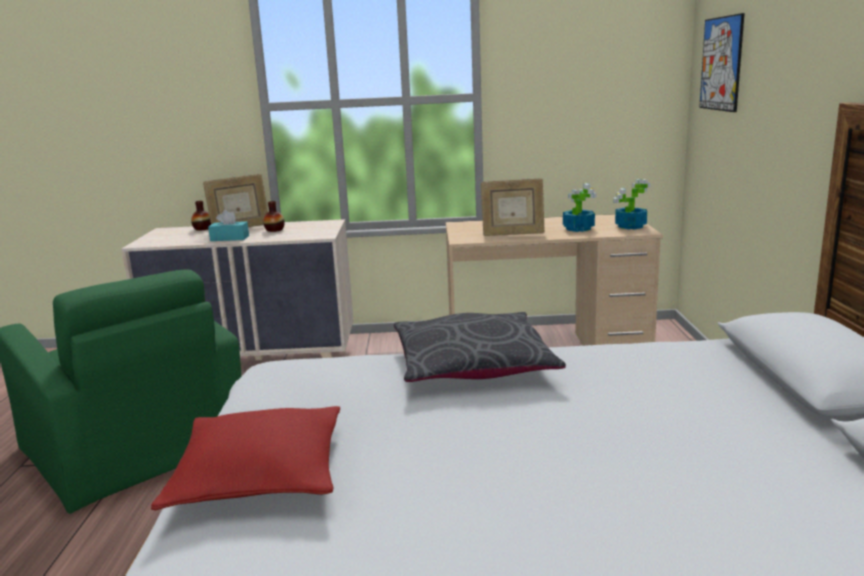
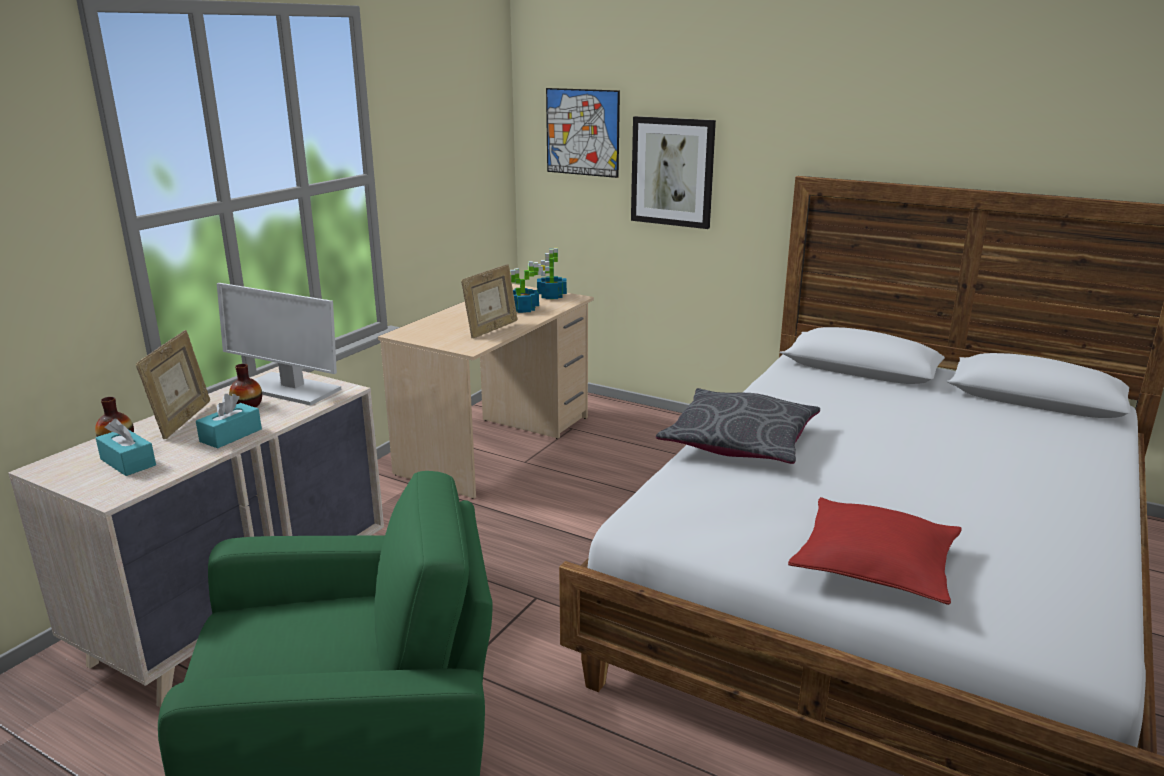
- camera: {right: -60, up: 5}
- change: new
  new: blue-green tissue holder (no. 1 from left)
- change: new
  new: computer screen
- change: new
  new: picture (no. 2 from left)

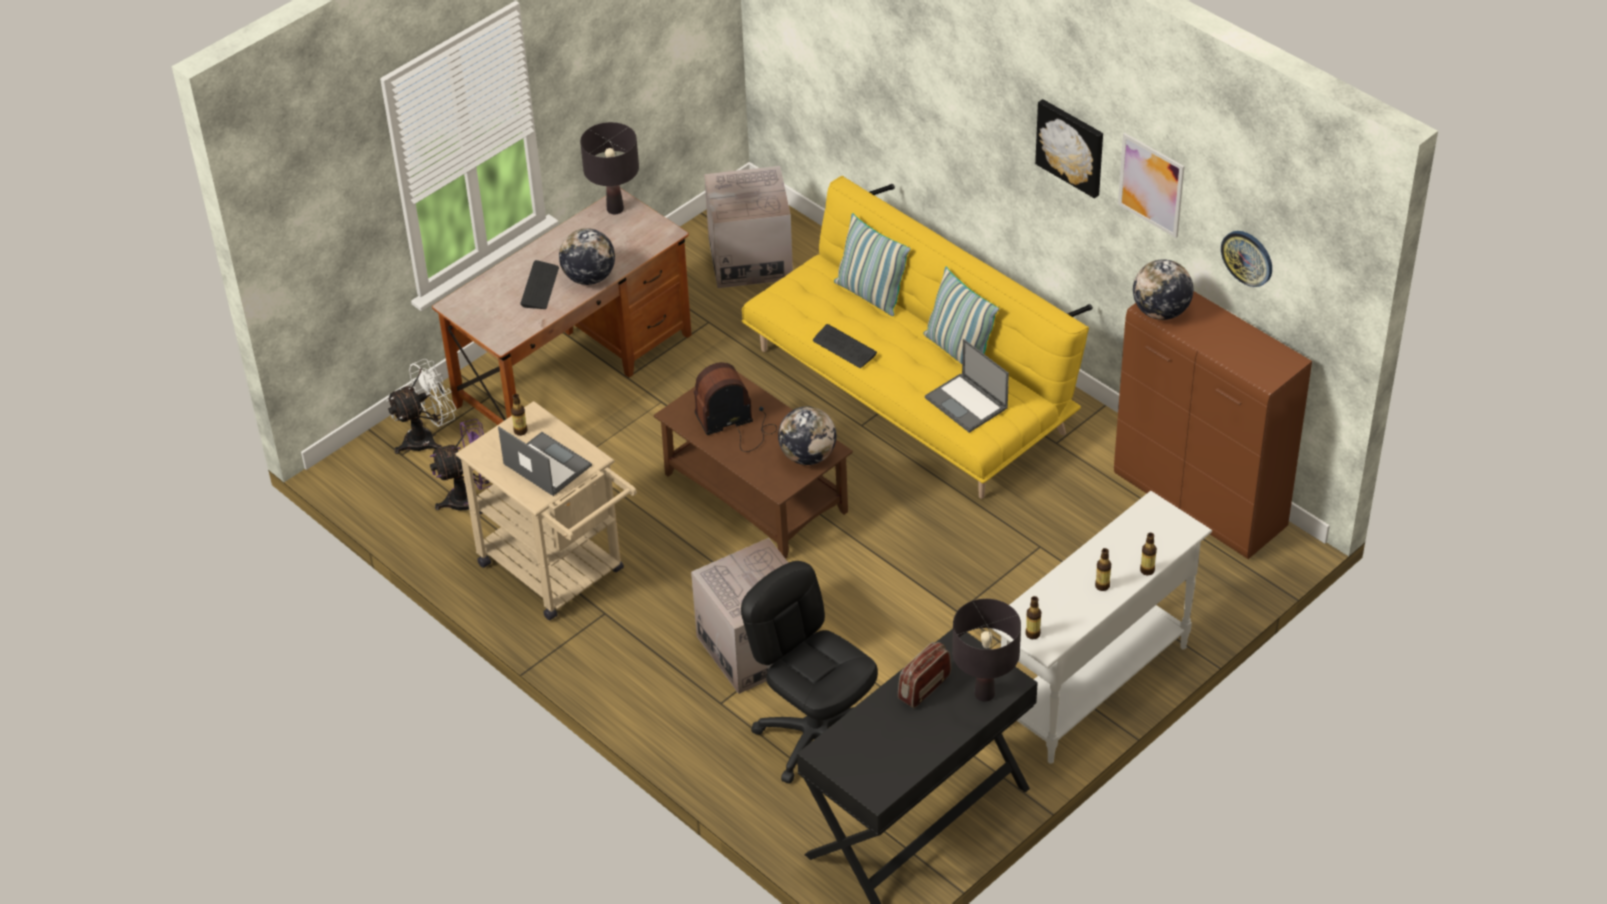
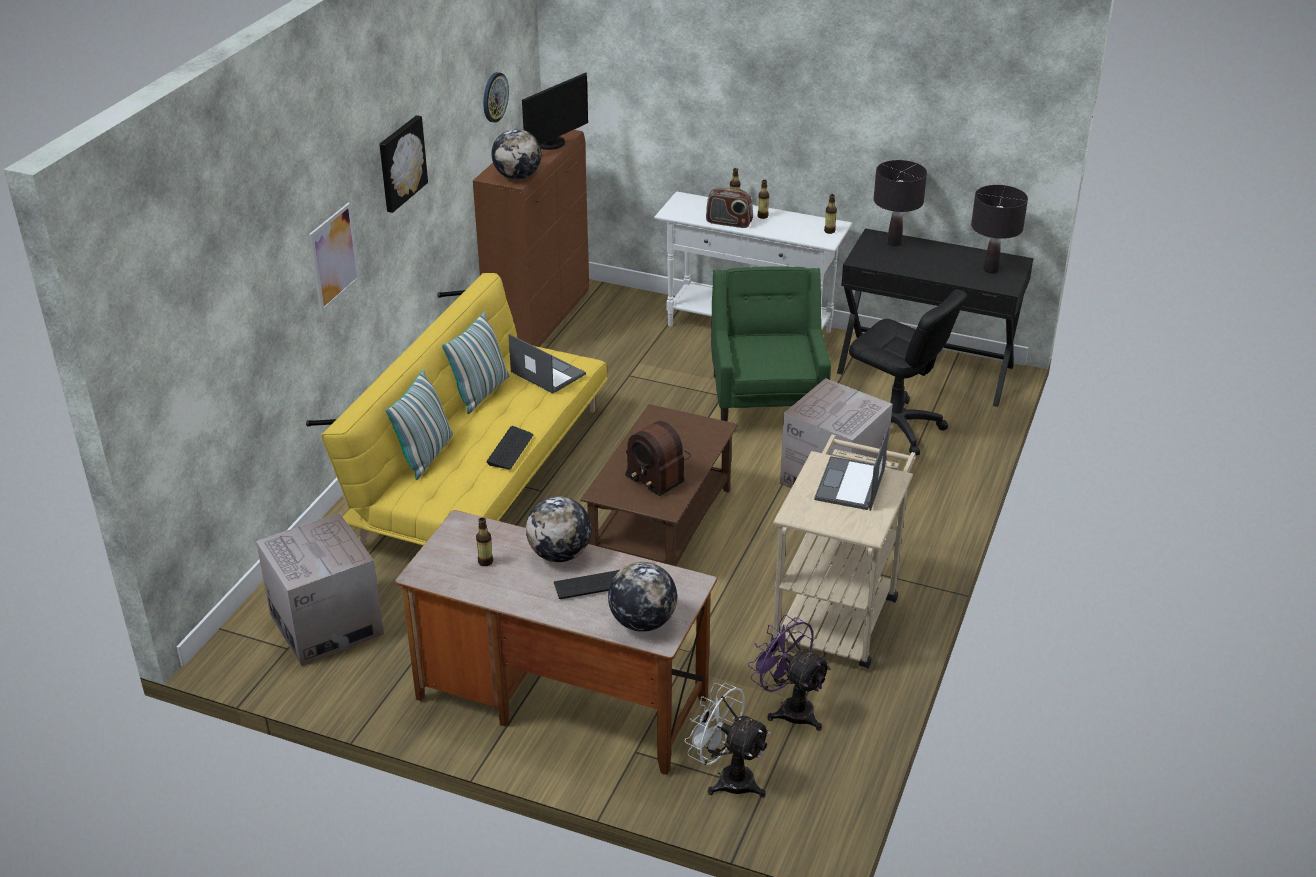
- camera: {right: -115, up: -10}
- change: shifted
  old: bottle (no. 1 from left)
- change: shifted
  old: black-coloured tabletop lamp (no. 1 from left in the first image)
  new: black-coloured tabletop lamp (no. 2 from left)
- change: rotated
  old: black-coloured desk chair
  degrees: -75
- change: shifted
  old: globe (no. 2 from left in the first image)
  new: globe (no. 3 from left)
- change: shifted
  old: radio set (no. 2 from left)
- change: rotated
  old: portable computer (no. 2 from left in the first image)
  degrees: -75
- change: shifted
  old: picture (no. 2 from left in the first image)
  new: picture (no. 1 from left)
- change: new
  new: computer screen
- change: new
  new: green easy chair

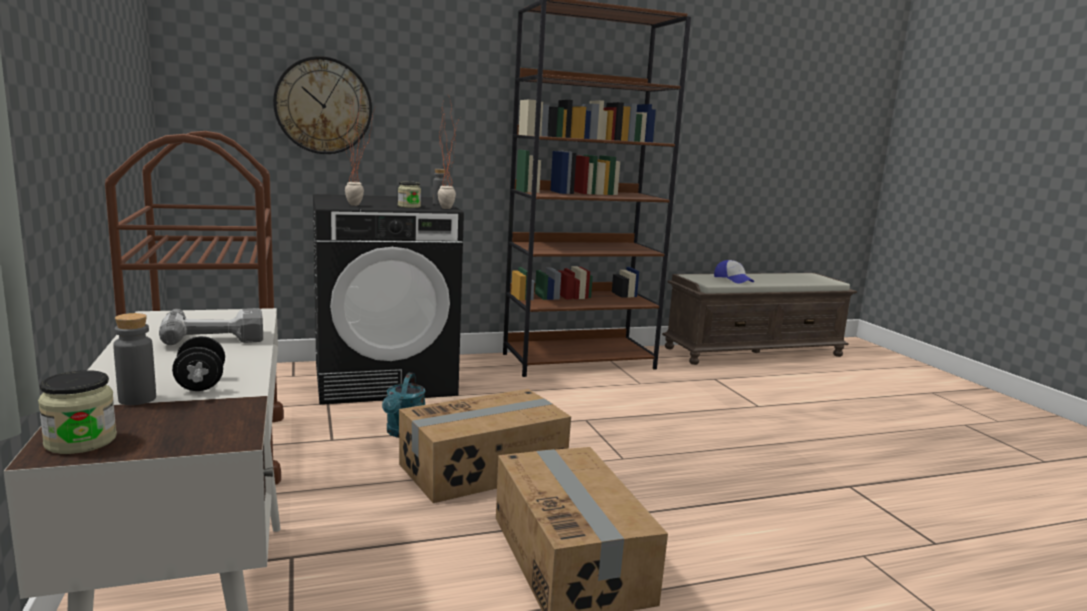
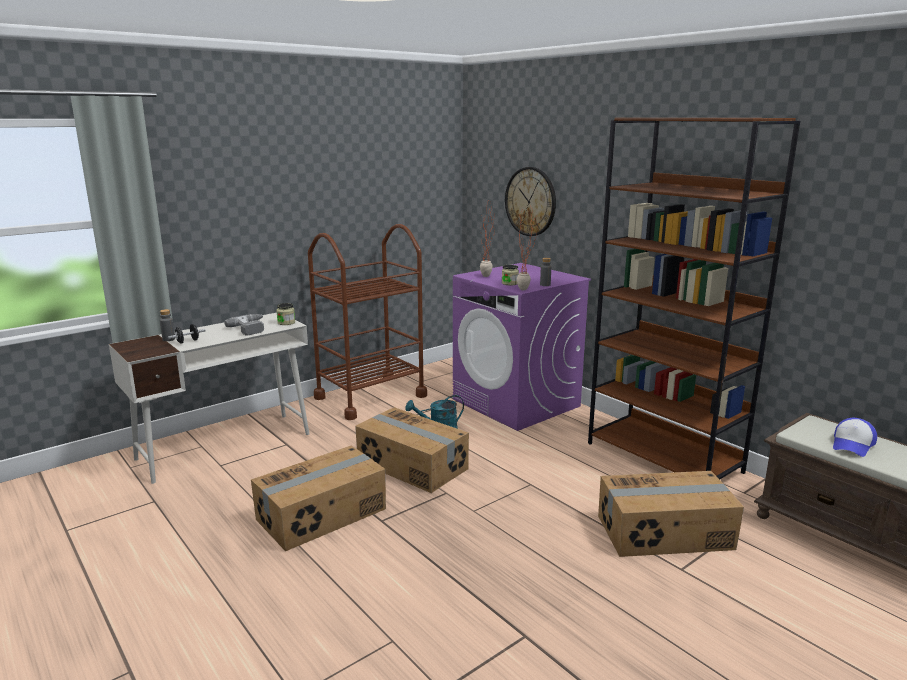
- camera: {right: 70, up: 5}
- change: shifted
  old: storage jar (no. 1 from left)
- change: repainted
  old: black-coloured laundry appliance
  new: purple laundry appliance
- change: new
  new: cardboard box (no. 3 from left)

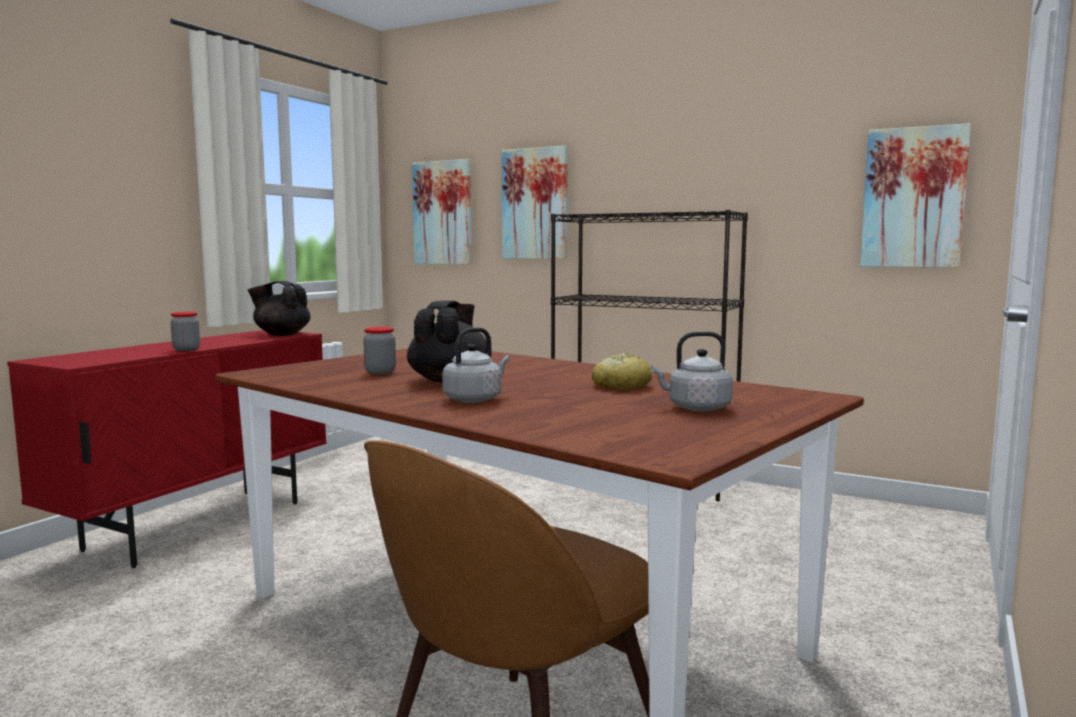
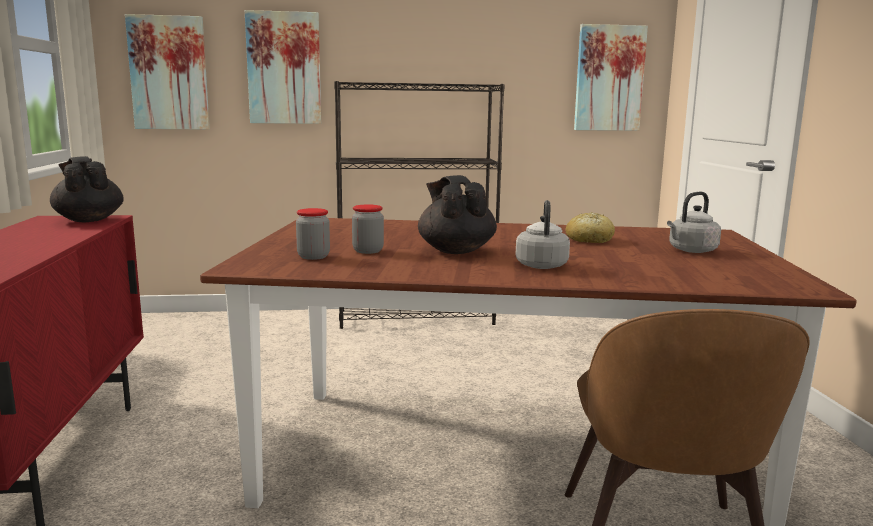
- camera: {right: -35, up: 5}
- change: shifted
  old: storage jar (no. 1 from left)
- change: rotated
  old: black-coloured tea pot (no. 1 from left)
  degrees: 75

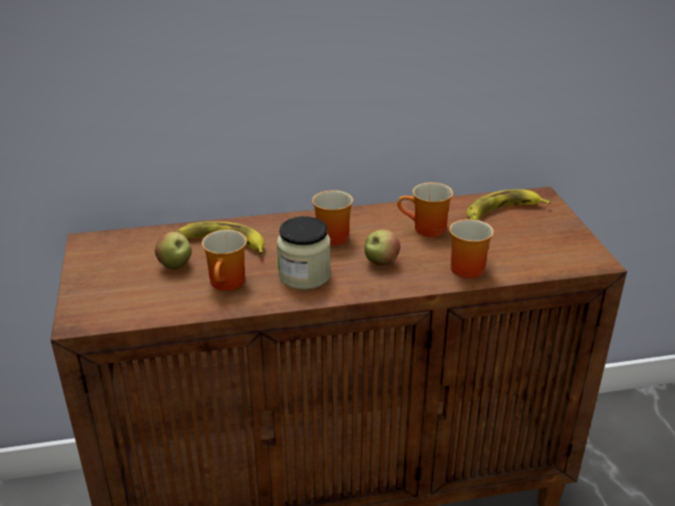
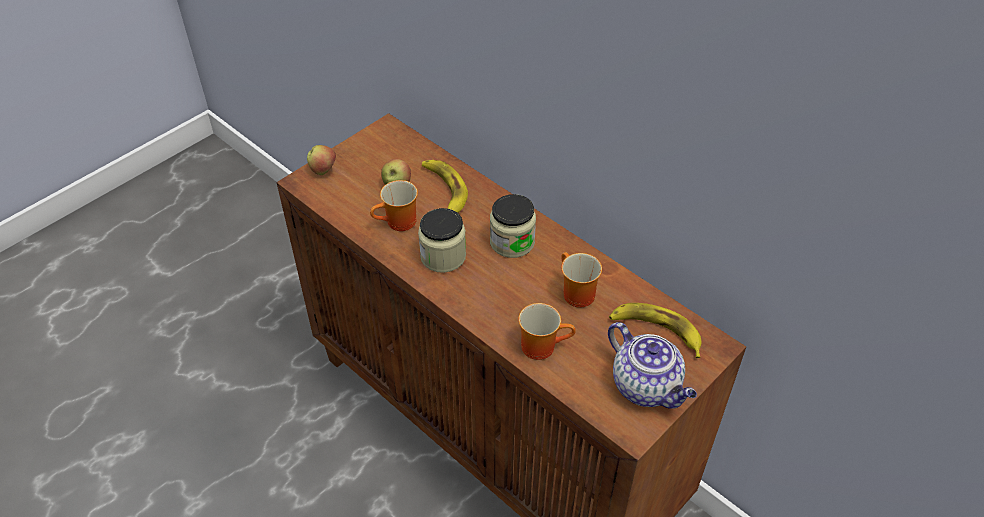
- camera: {right: 55, up: 15}
- change: swapped
  old: mug (no. 2 from left)
  new: storage jar (no. 2 from left)
- change: shifted
  old: apple (no. 2 from left in the first image)
  new: apple (no. 1 from left)
- change: new
  new: tea pot

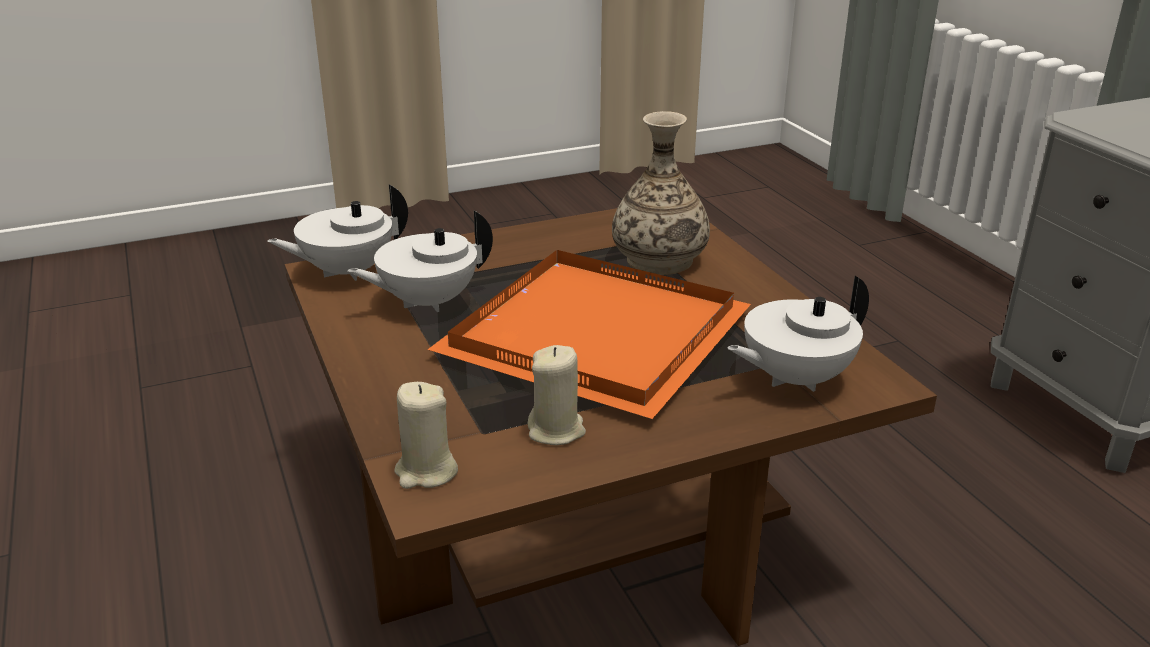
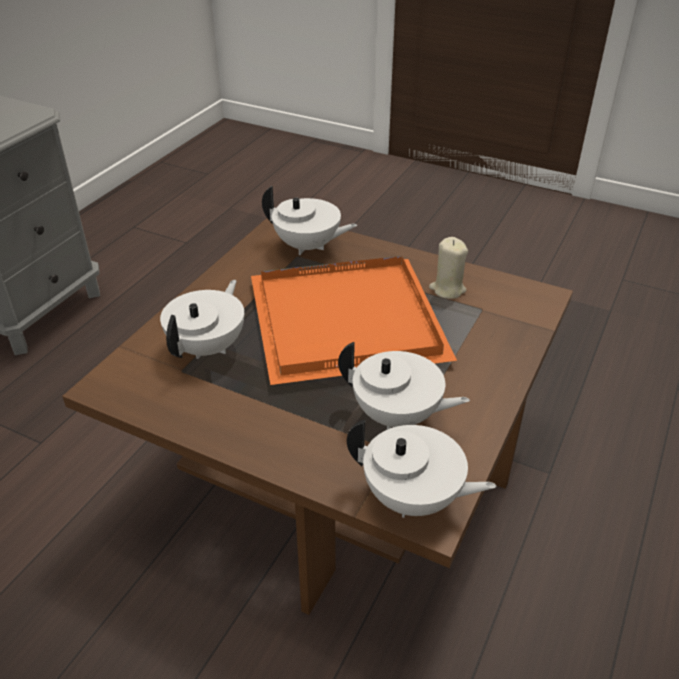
- camera: {right: -130, up: 10}
- change: gone
  old: sand-coloured candle (no. 1 from left)
- change: swapped
  old: flower vase
  new: white-coloured tea pot (no. 1 from left)

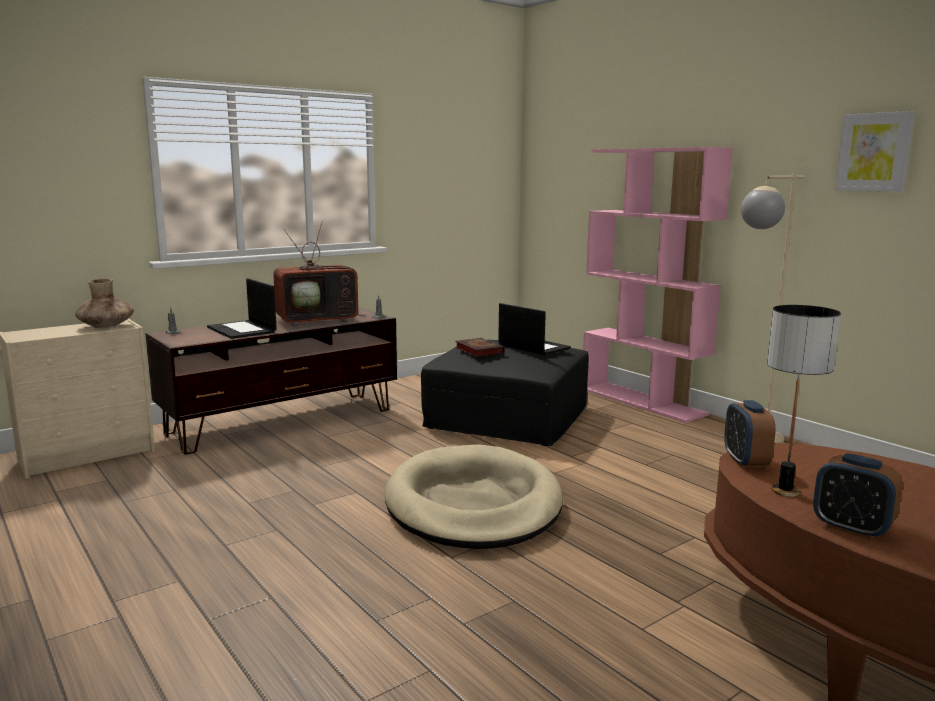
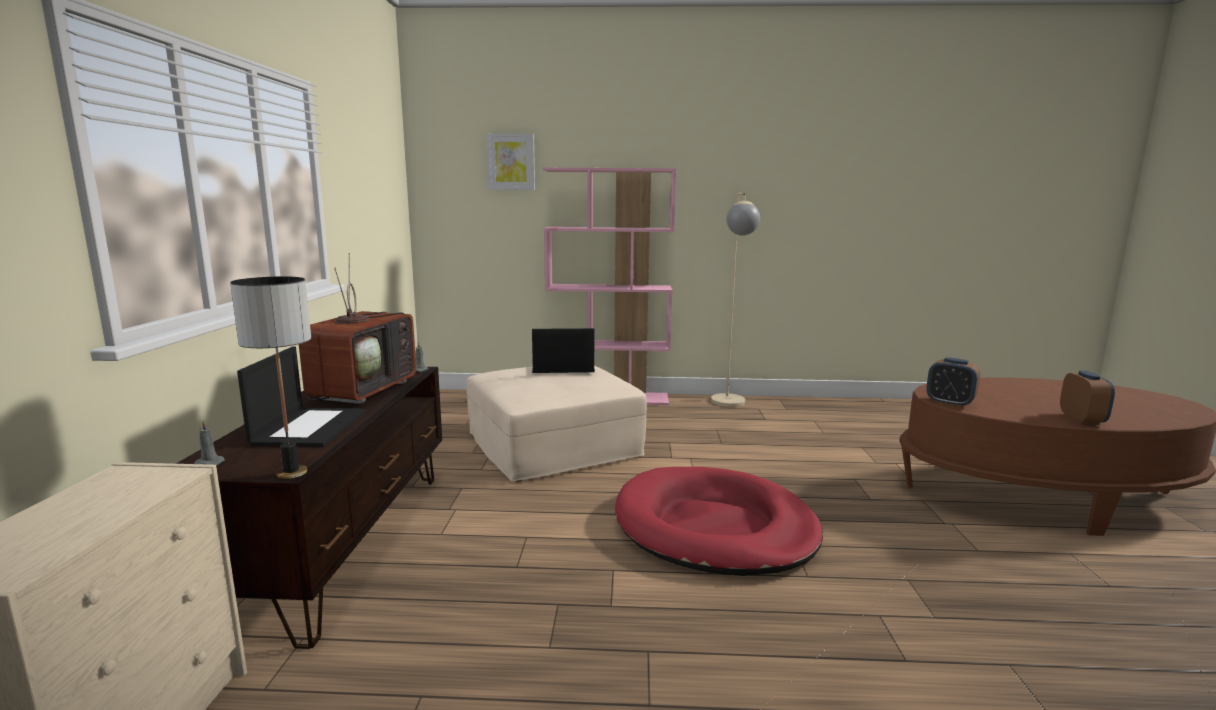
- camera: {right: -50, up: 0}
- change: gone
  old: brownish flower vase
- change: rotated
  old: portable computer (no. 1 from left)
  degrees: -90
- change: repainted
  old: sand-coloured dog bed
  new: reddish dog bed
- change: repainted
  old: black-coloured footrest
  new: sand-coloured footrest
- change: gone
  old: volume
- change: shifted
  old: tabletop lamp
- change: rotated
  old: table clock (no. 2 from left)
  degrees: -75
- change: shifted
  old: picture

